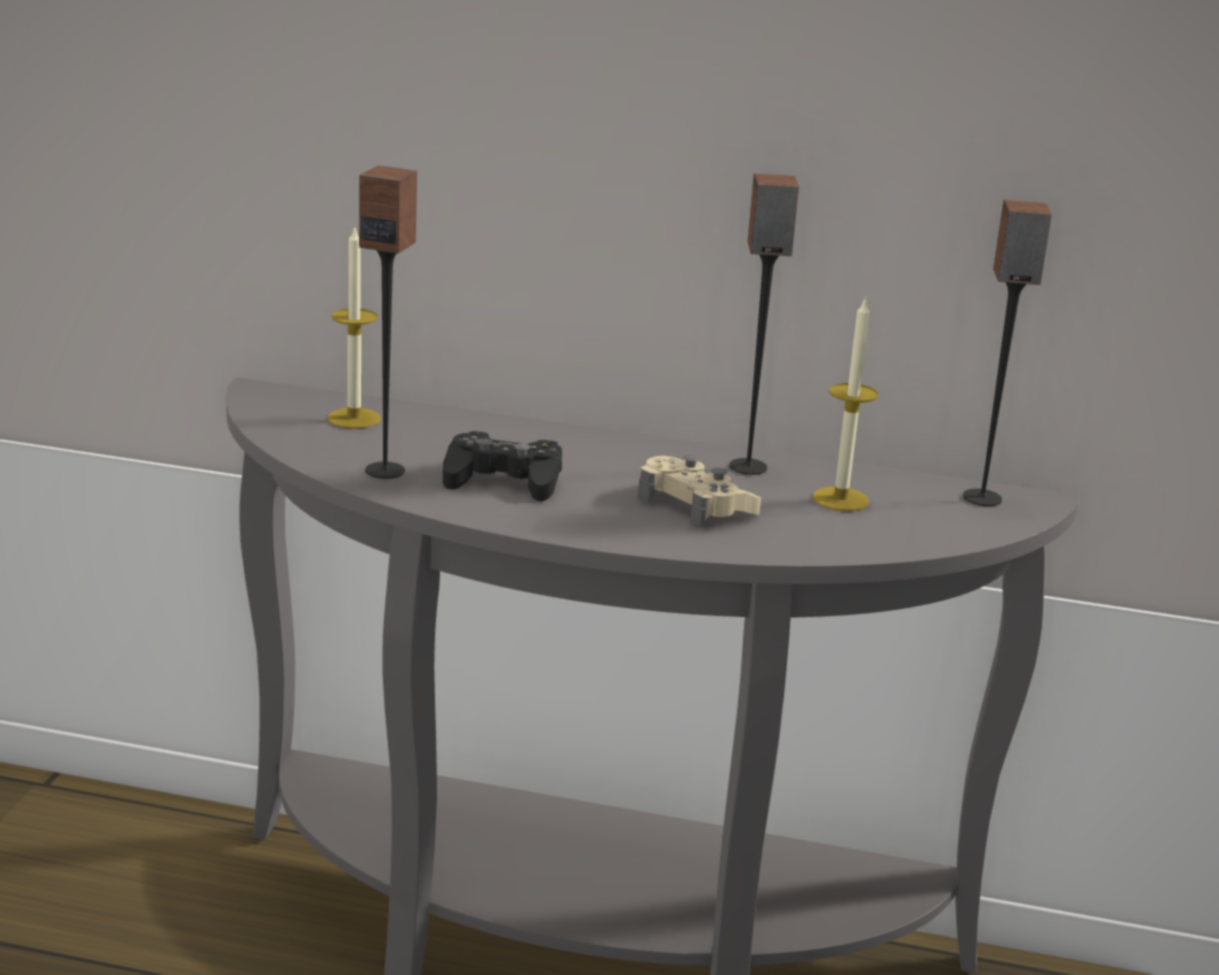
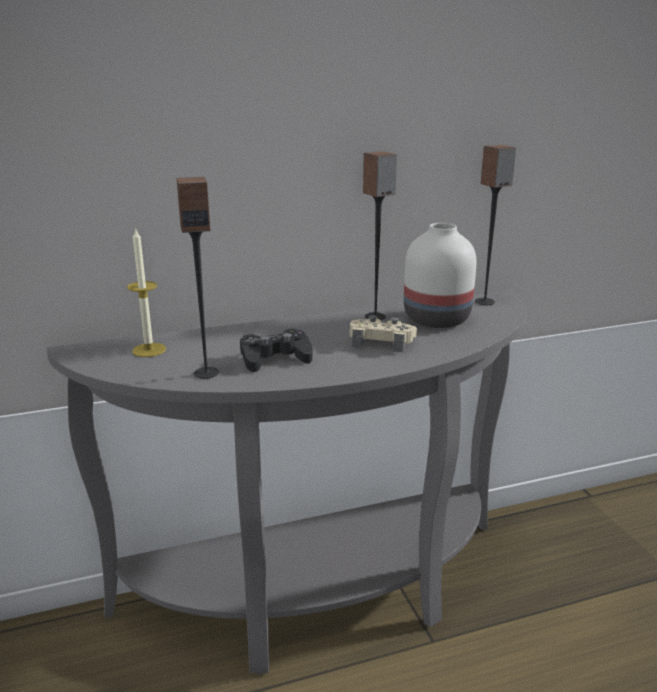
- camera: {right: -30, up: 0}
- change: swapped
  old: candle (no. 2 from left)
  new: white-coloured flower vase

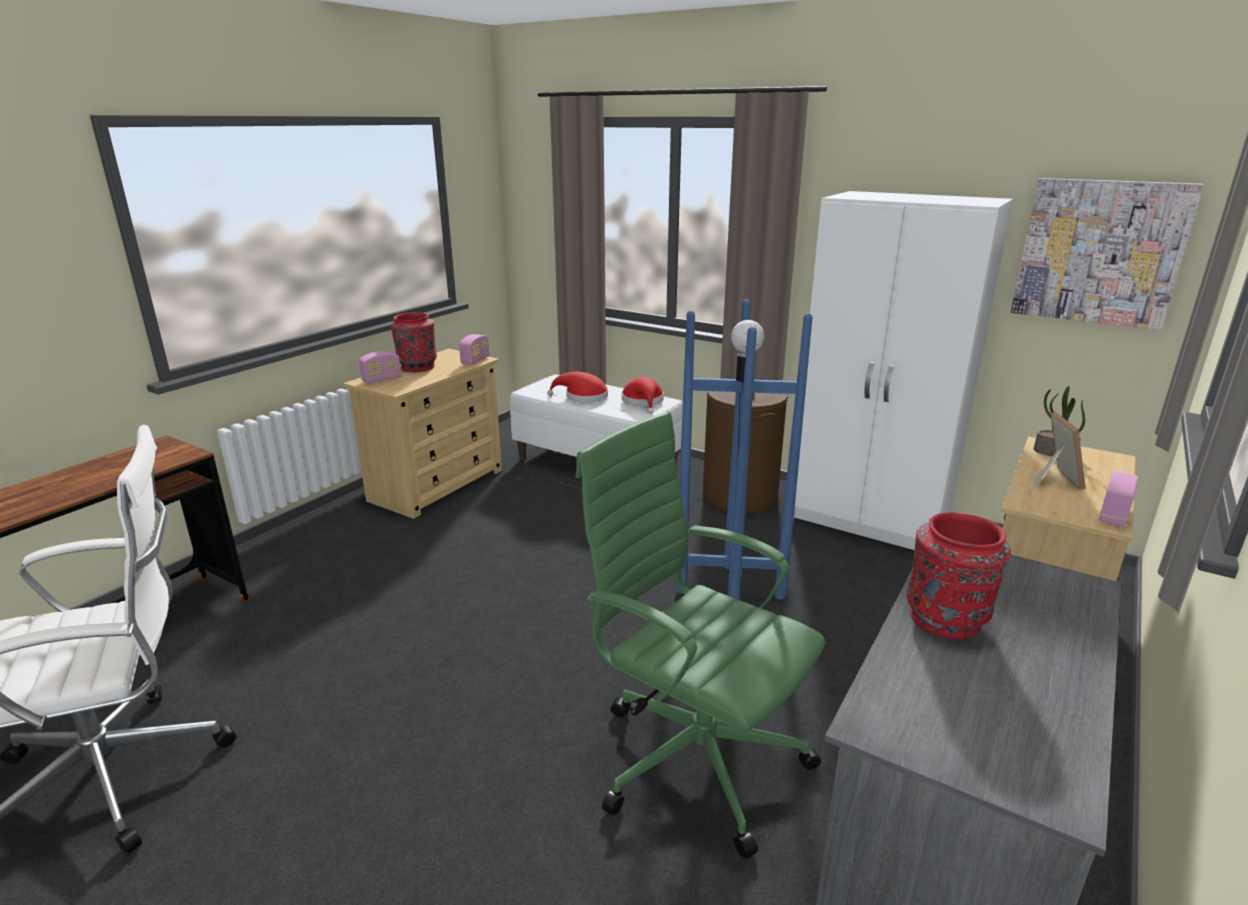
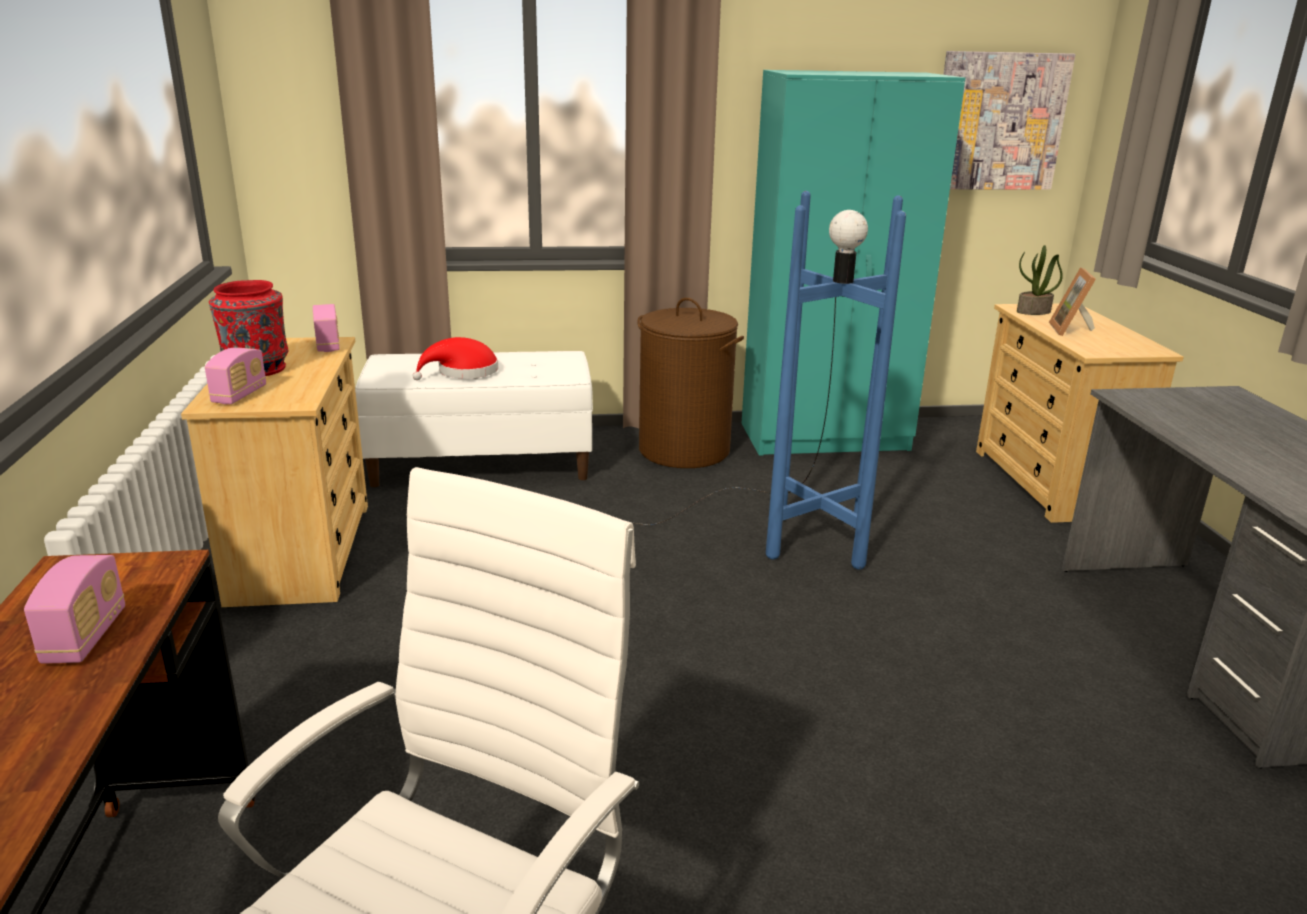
- camera: {right: -40, up: 0}
- change: gone
  old: green desk chair
- change: gone
  old: reddish hat (no. 2 from left)
- change: repainted
  old: white-coloured armoire
  new: blue-green armoire
- change: gone
  old: reddish flower vase (no. 2 from left)
- change: rotated
  old: picture frame
  degrees: -135
- change: shifted
  old: radio set (no. 3 from left in the first image)
  new: radio set (no. 1 from left)

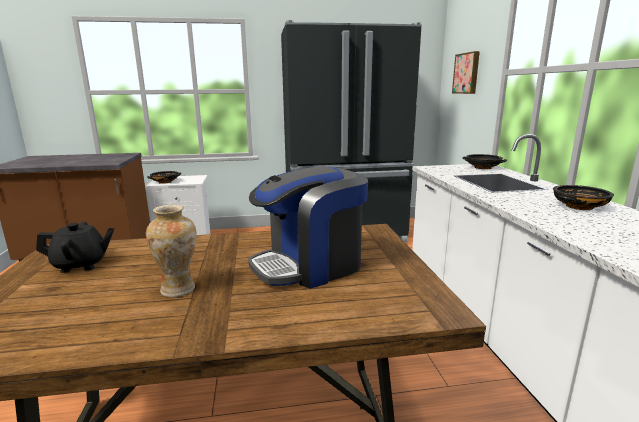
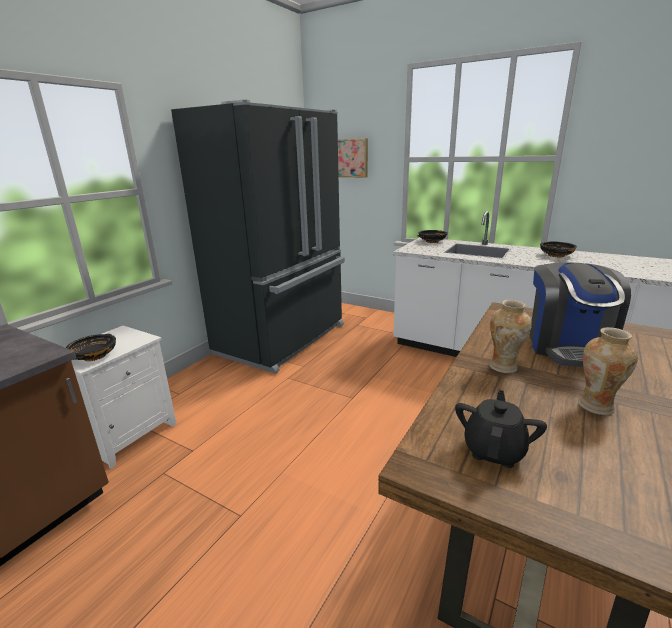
- camera: {right: -50, up: 5}
- change: new
  new: flower vase (no. 1 from left)

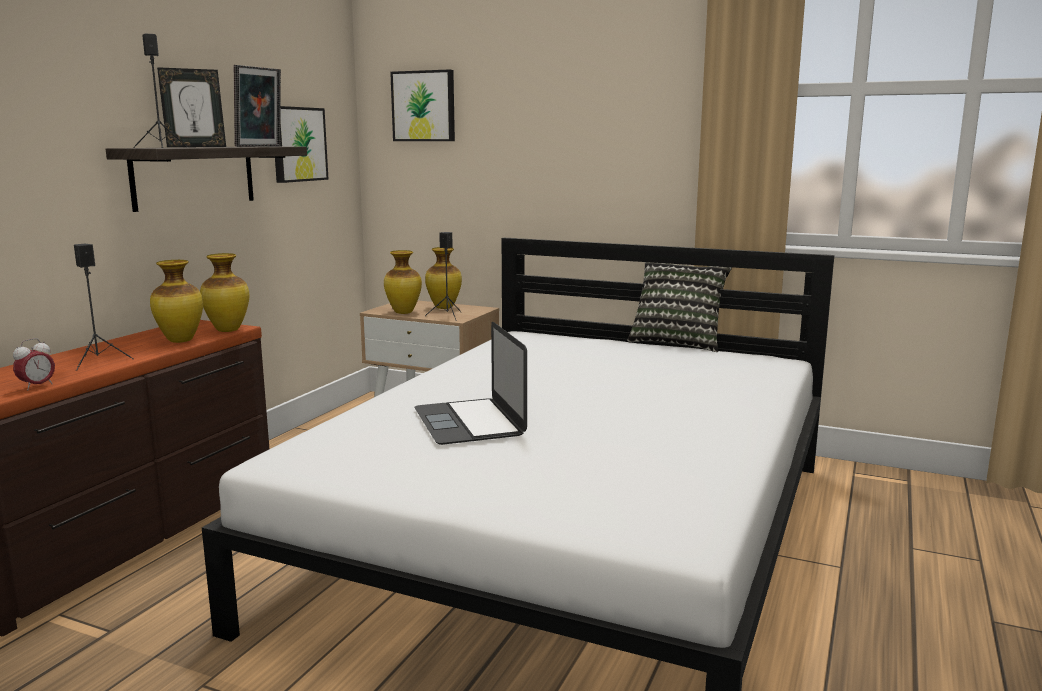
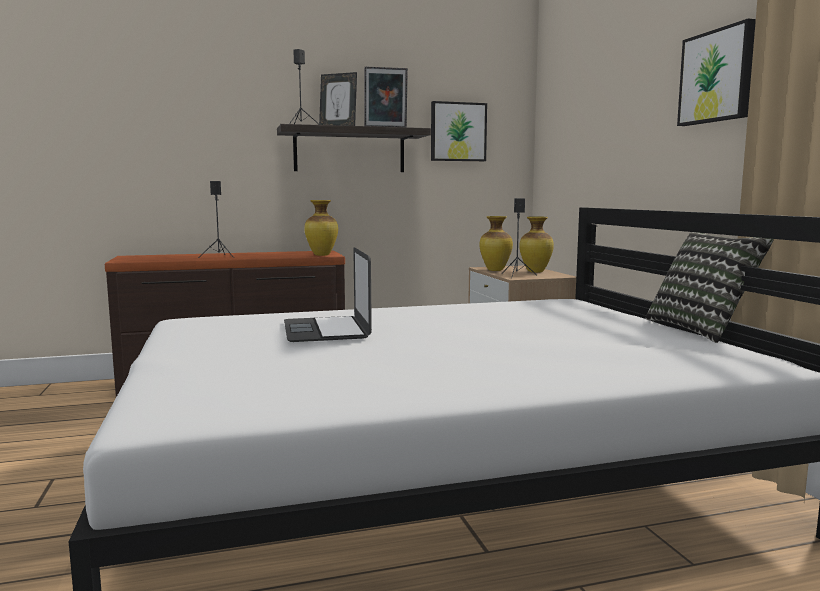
- camera: {right: 50, up: -5}
- change: gone
  old: table clock
- change: gone
  old: flower vase (no. 1 from left)
- change: shifted
  old: picture (no. 2 from left)
- change: rotated
  old: portable computer
  degrees: -45

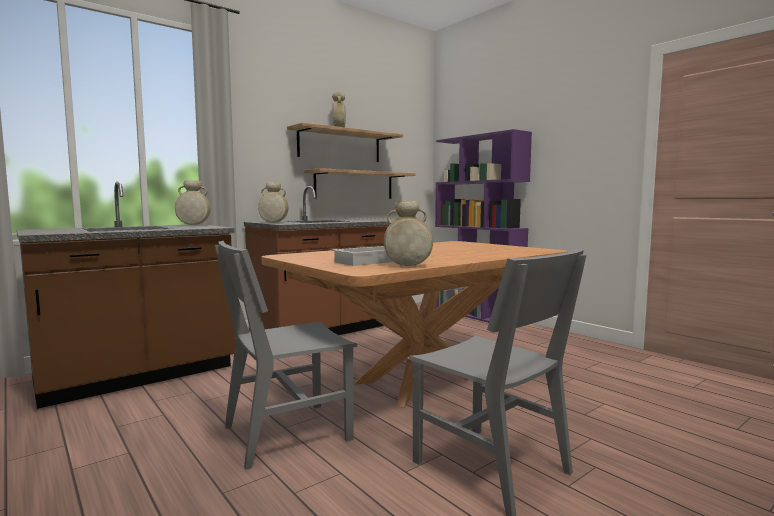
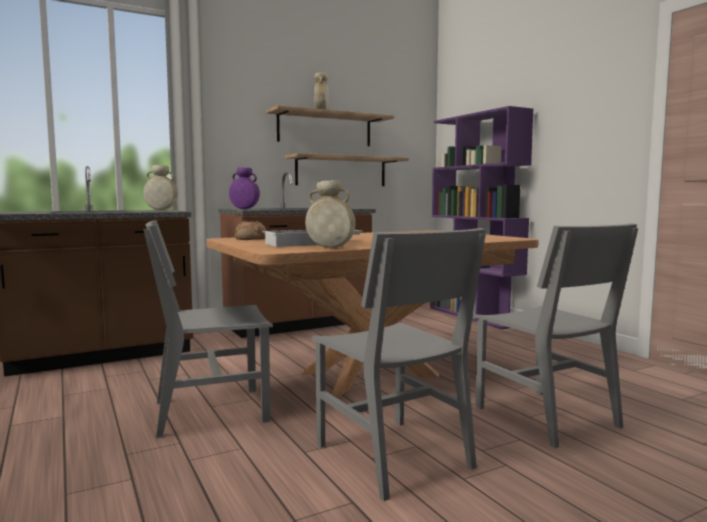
- camera: {right: 10, up: 0}
- change: repainted
  old: sand-coloured flower vase (no. 2 from left)
  new: purple flower vase
- change: new
  new: bakery bread
- change: new
  new: grey chair (no. 3 from left)

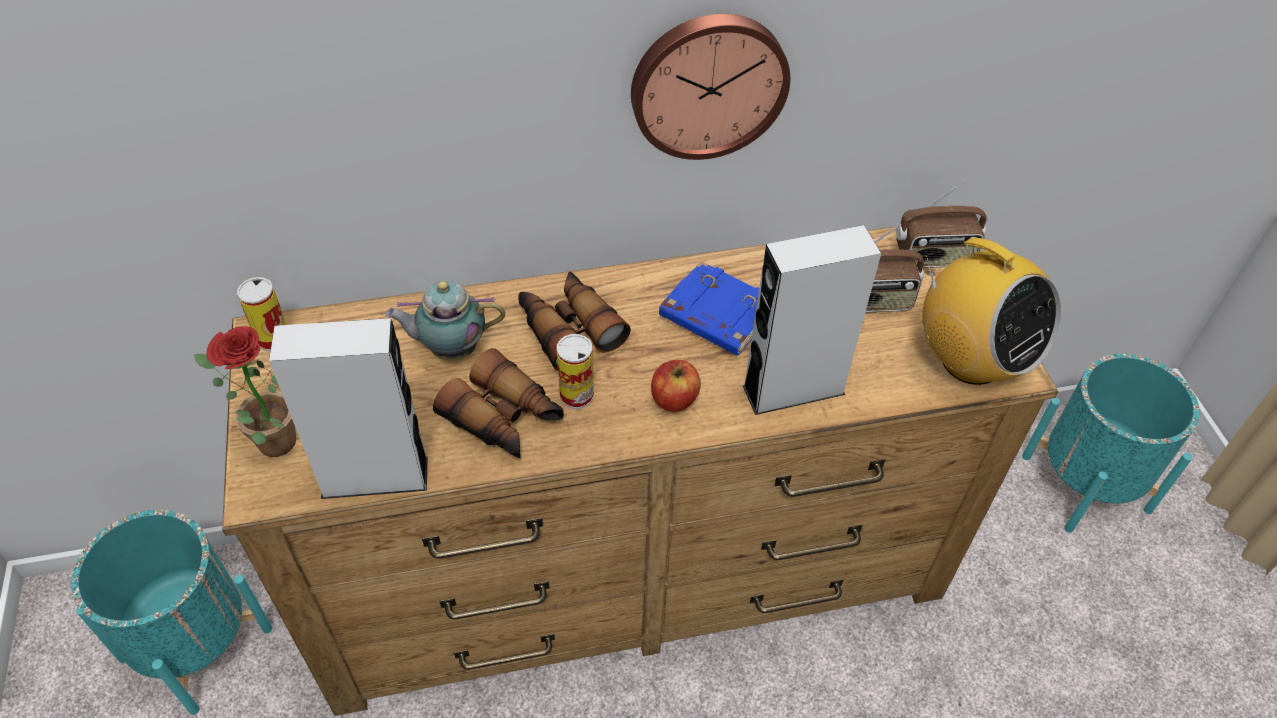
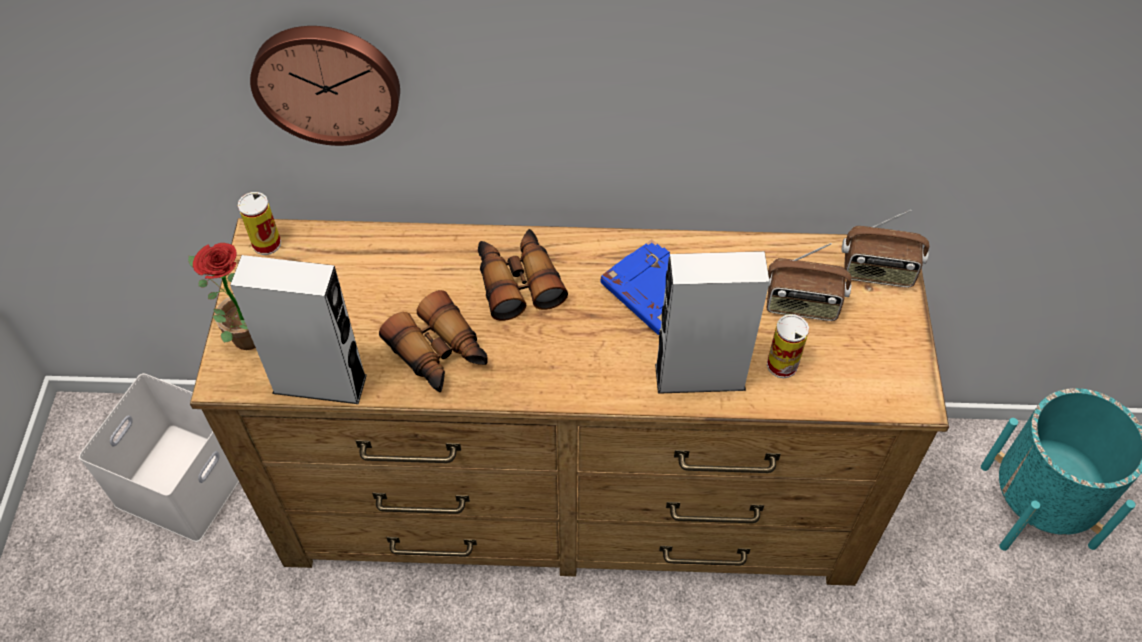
- camera: {right: 15, up: 5}
- change: swapped
  old: blue-green flower pot (no. 1 from left)
  new: white-coloured storage bin
- change: gone
  old: tea pot
- change: shifted
  old: sealed can (no. 2 from left)
- change: shifted
  old: clock on the wall
- change: gone
  old: apple
- change: gone
  old: radio set (no. 3 from left)

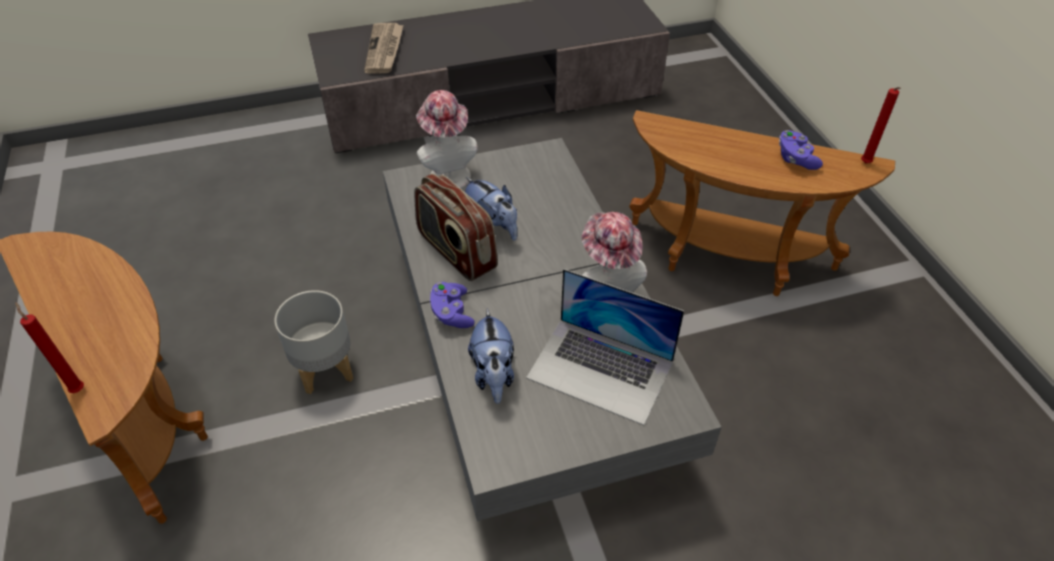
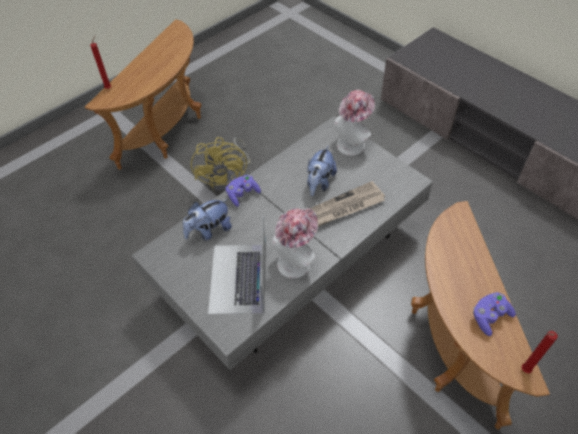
- camera: {right: 65, up: 5}
- change: swapped
  old: grey flower pot
  new: yellow-coloured cooling fan
- change: shifted
  old: newspaper
- change: gone
  old: radio set

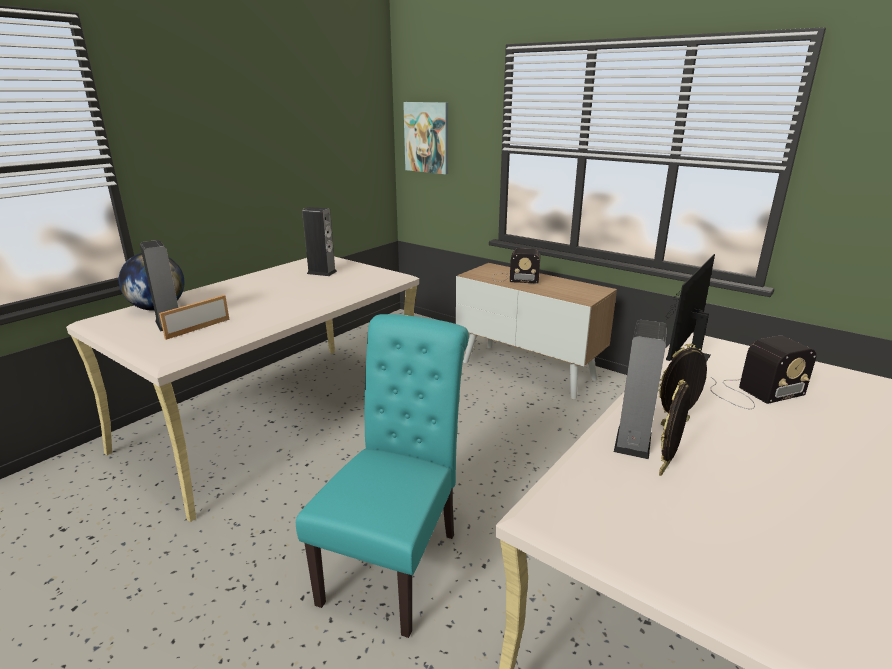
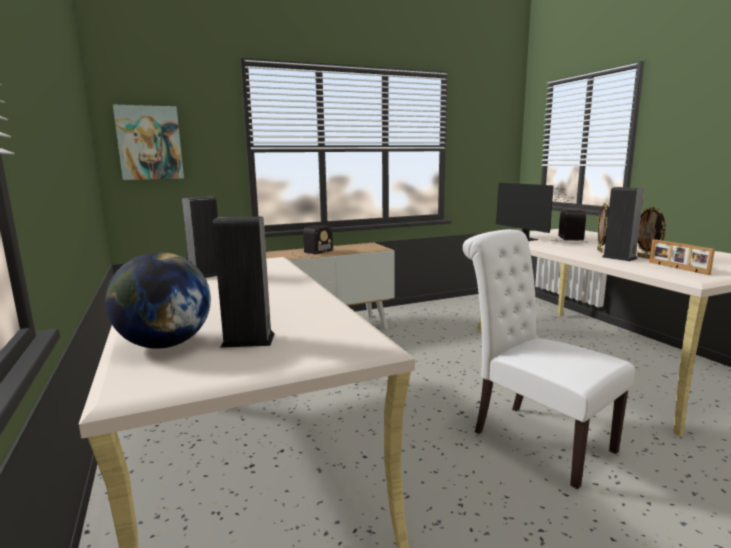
- camera: {right: -60, up: -10}
- change: shifted
  old: picture frame (no. 1 from left in the first image)
  new: picture frame (no. 3 from left)
- change: repainted
  old: blue-green chair
  new: white-coloured chair

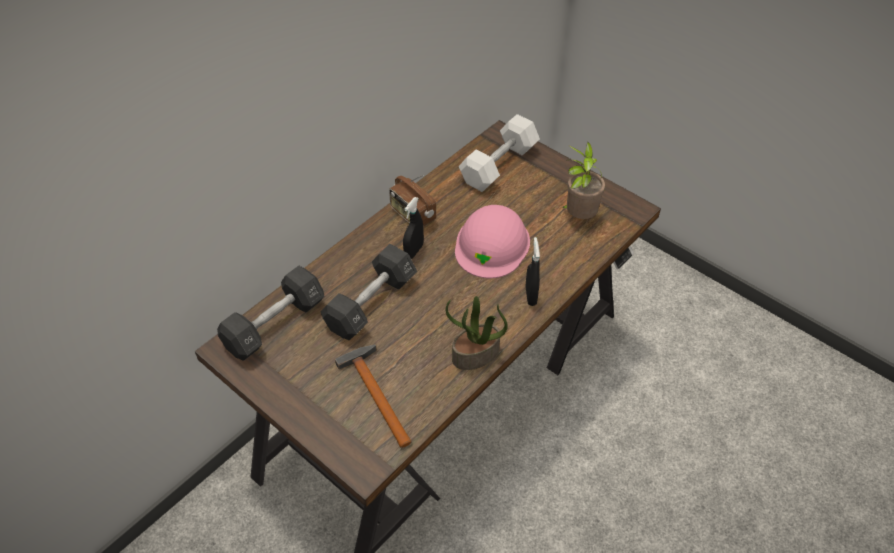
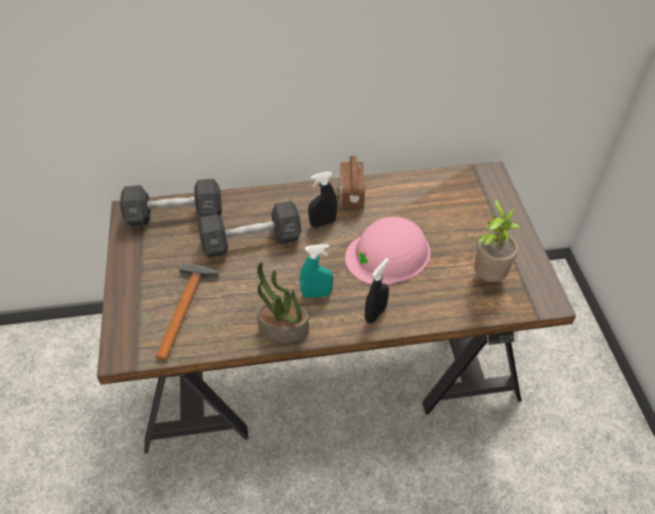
- camera: {right: 40, up: 0}
- change: gone
  old: white-coloured free weight
- change: new
  new: blue-green hand sprayer

